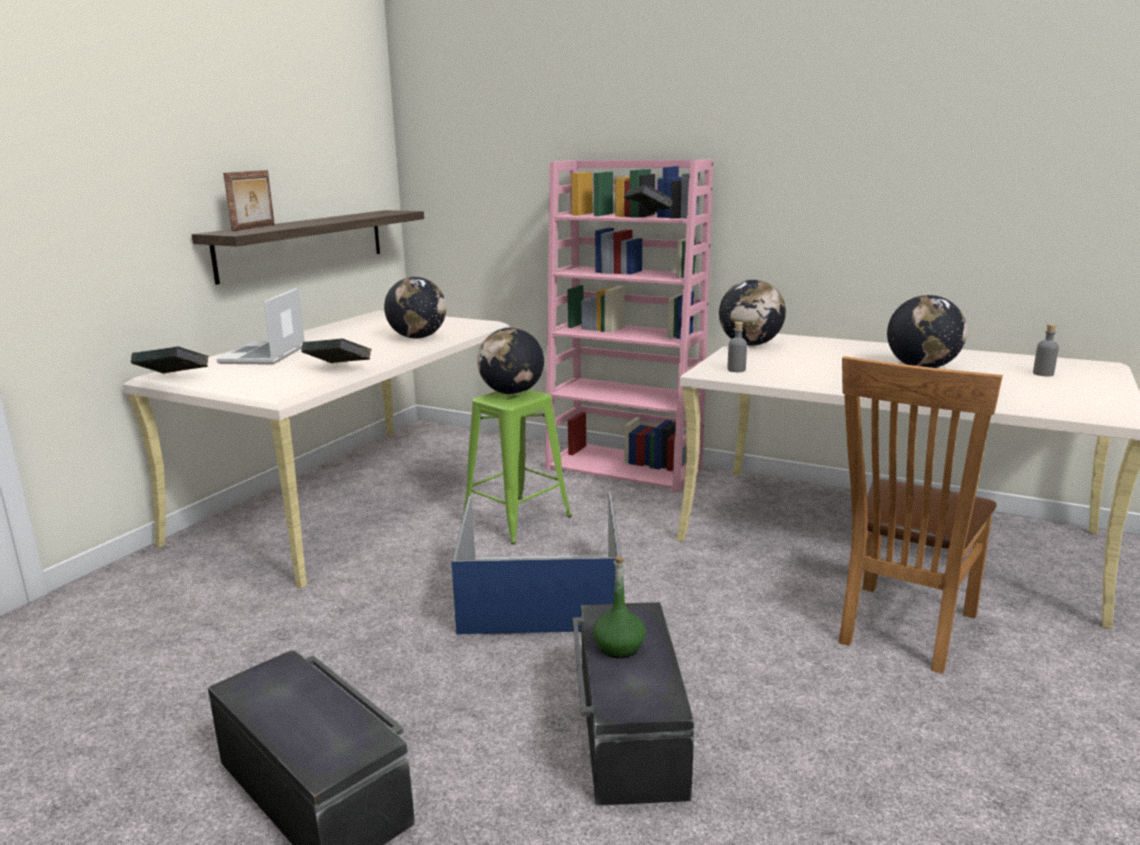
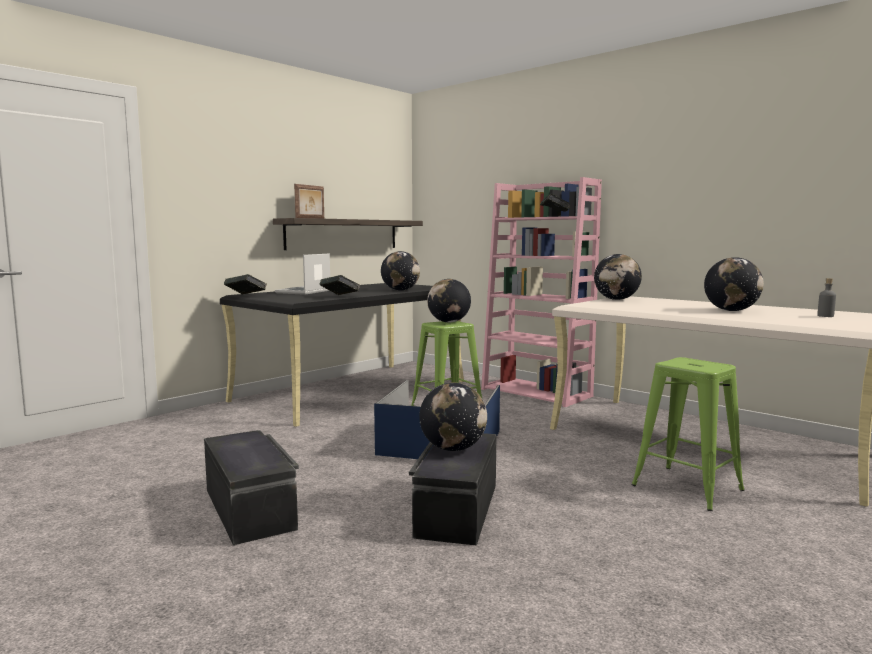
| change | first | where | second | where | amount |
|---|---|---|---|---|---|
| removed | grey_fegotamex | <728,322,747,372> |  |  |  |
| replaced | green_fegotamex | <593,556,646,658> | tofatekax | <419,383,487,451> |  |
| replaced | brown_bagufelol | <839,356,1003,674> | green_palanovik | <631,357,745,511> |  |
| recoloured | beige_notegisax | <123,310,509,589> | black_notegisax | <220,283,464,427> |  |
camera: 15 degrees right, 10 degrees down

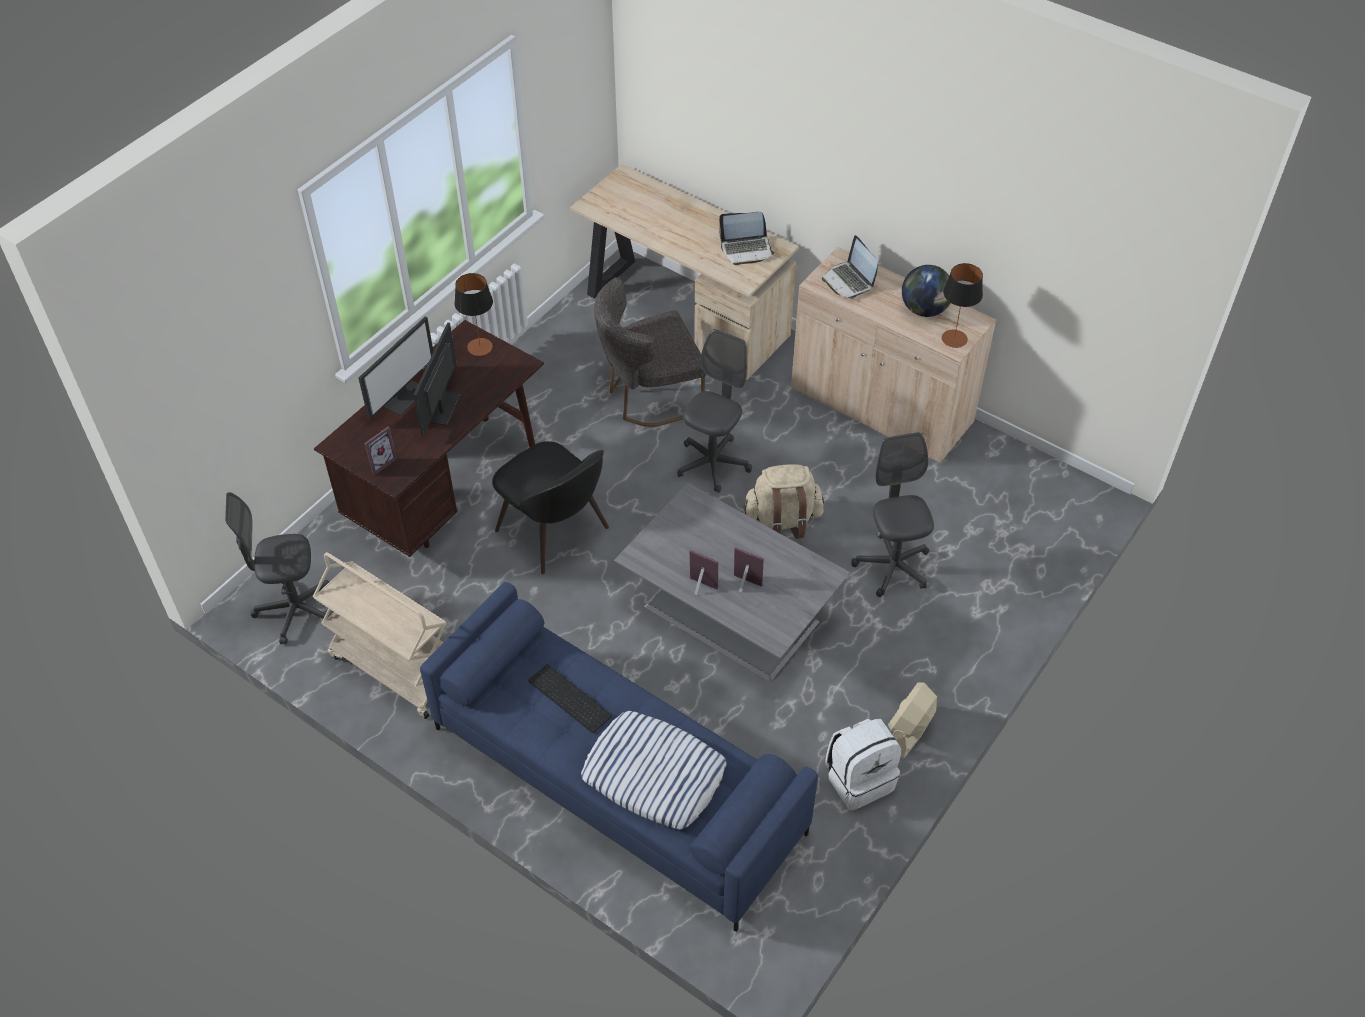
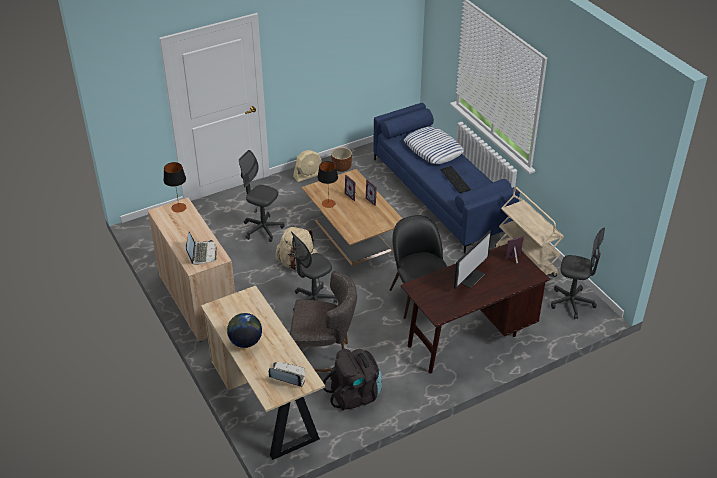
| change | first | where | second | where | amount |
|---|---|---|---|---|---|
| removed | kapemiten | <359,316,433,419> |  |  |  |
| added |  |  | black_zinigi | <323,349,382,411> |  |
| moved | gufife | <455,273,493,356> |  | <317,161,338,208> |  |
| moved | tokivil | <719,212,775,265> |  | <269,362,305,387> |  |
| moved | tofatekax | <902,265,951,317> |  | <227,313,262,348> |  |
| replaced | white_zinigi | <825,719,901,810> | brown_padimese | <331,147,352,172> |  |
| recoloured | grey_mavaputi | <614,483,850,682> | brown_mavaputi | <302,169,403,266> |  |
| turned | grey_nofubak | <851,432,934,597> |  | <239,150,285,242> | 105 degrees clockwise |
camera: 155 degrees left, 10 degrees down

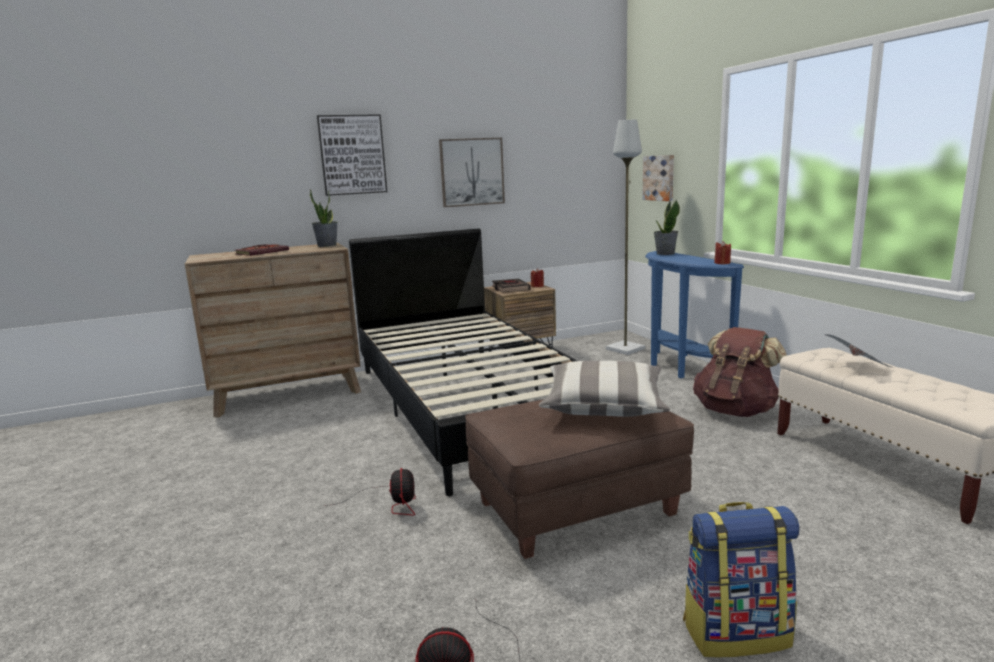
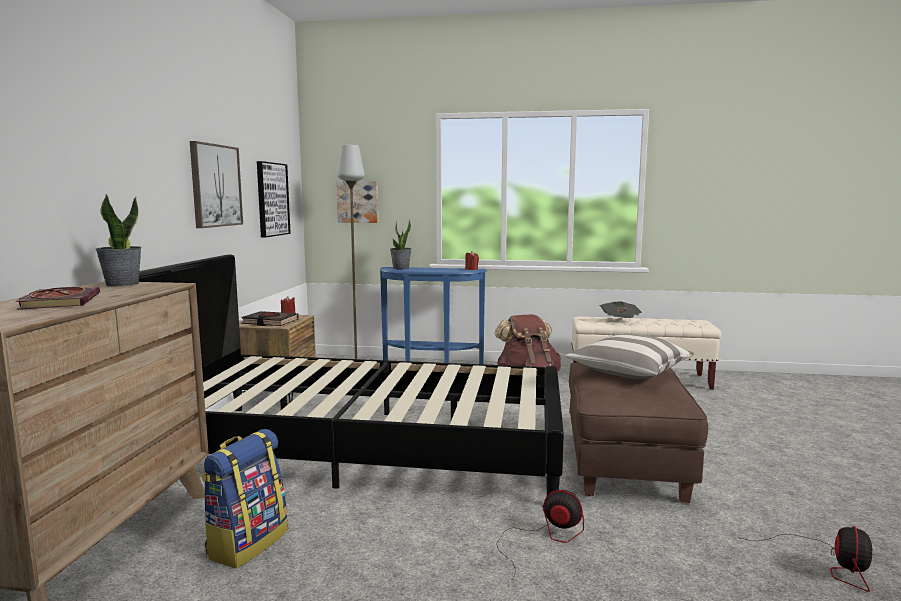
| change | first | where | second | where | amount |
|---|---|---|---|---|---|
| moved | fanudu | <317,114,387,196> |  | <257,161,291,237> |  |
| moved | zinigi | <683,502,799,658> |  | <201,429,288,568> |  |
camera: 60 degrees left, 5 degrees down

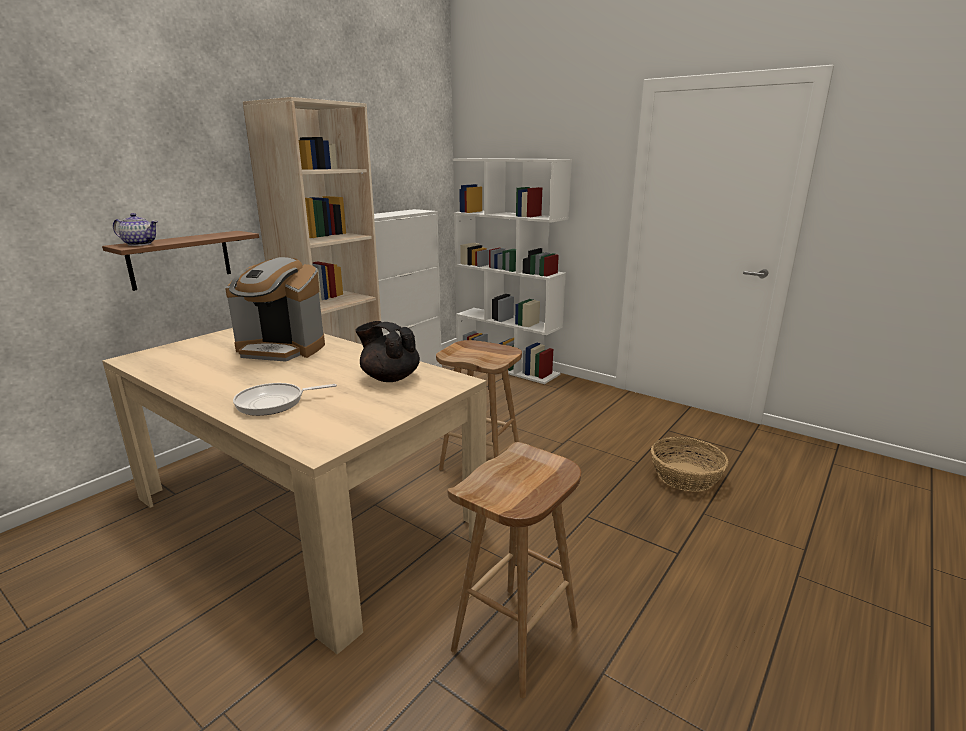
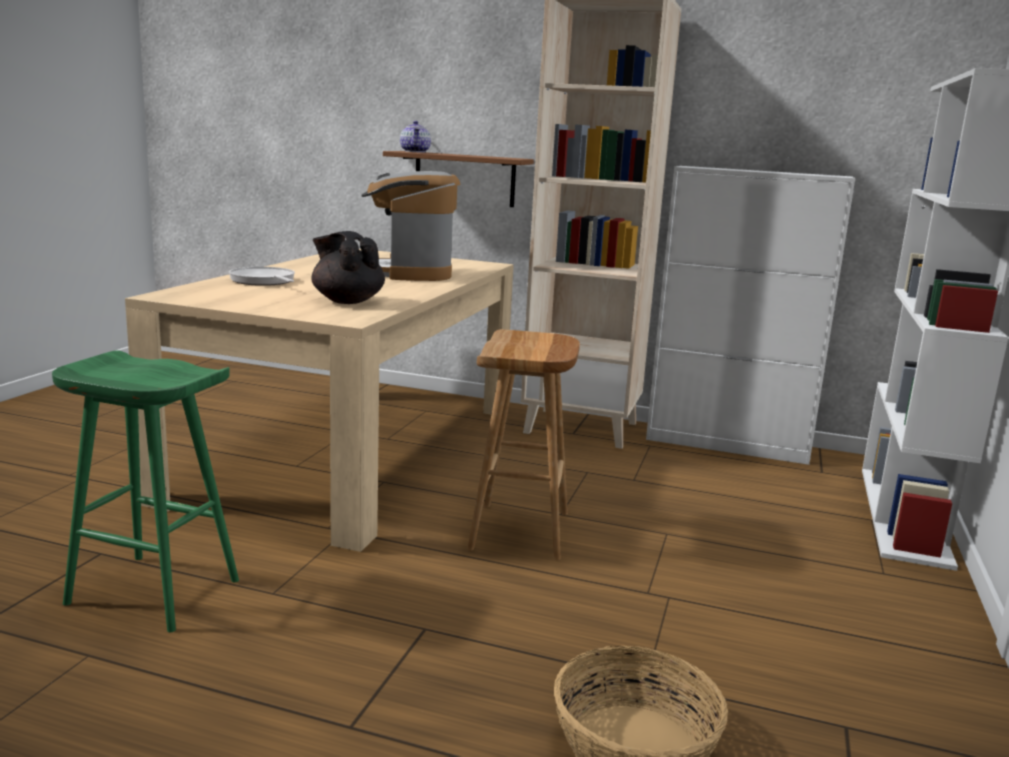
| change | first | where | second | where | amount |
|---|---|---|---|---|---|
| recoloured | brown_palanovik | <448,442,581,698> | green_palanovik | <52,350,239,633> |  |
| turned | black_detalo | <355,321,420,382> |  | <311,231,385,304> | 60 degrees counterclockwise |
camera: 70 degrees right, 5 degrees down

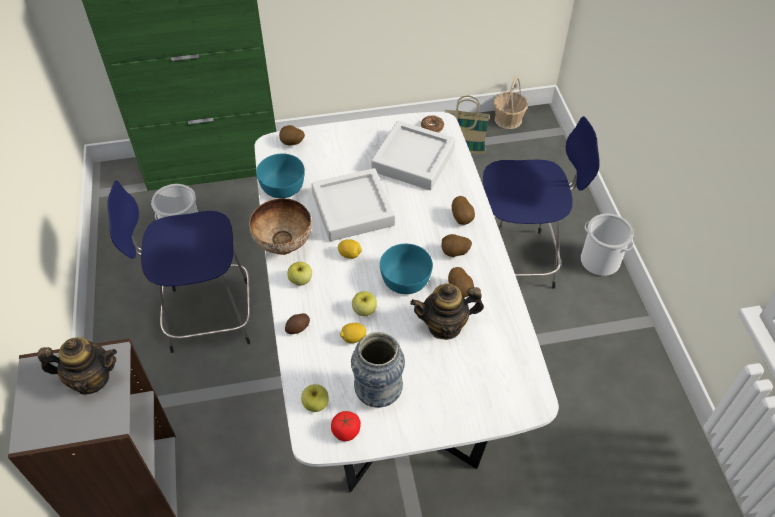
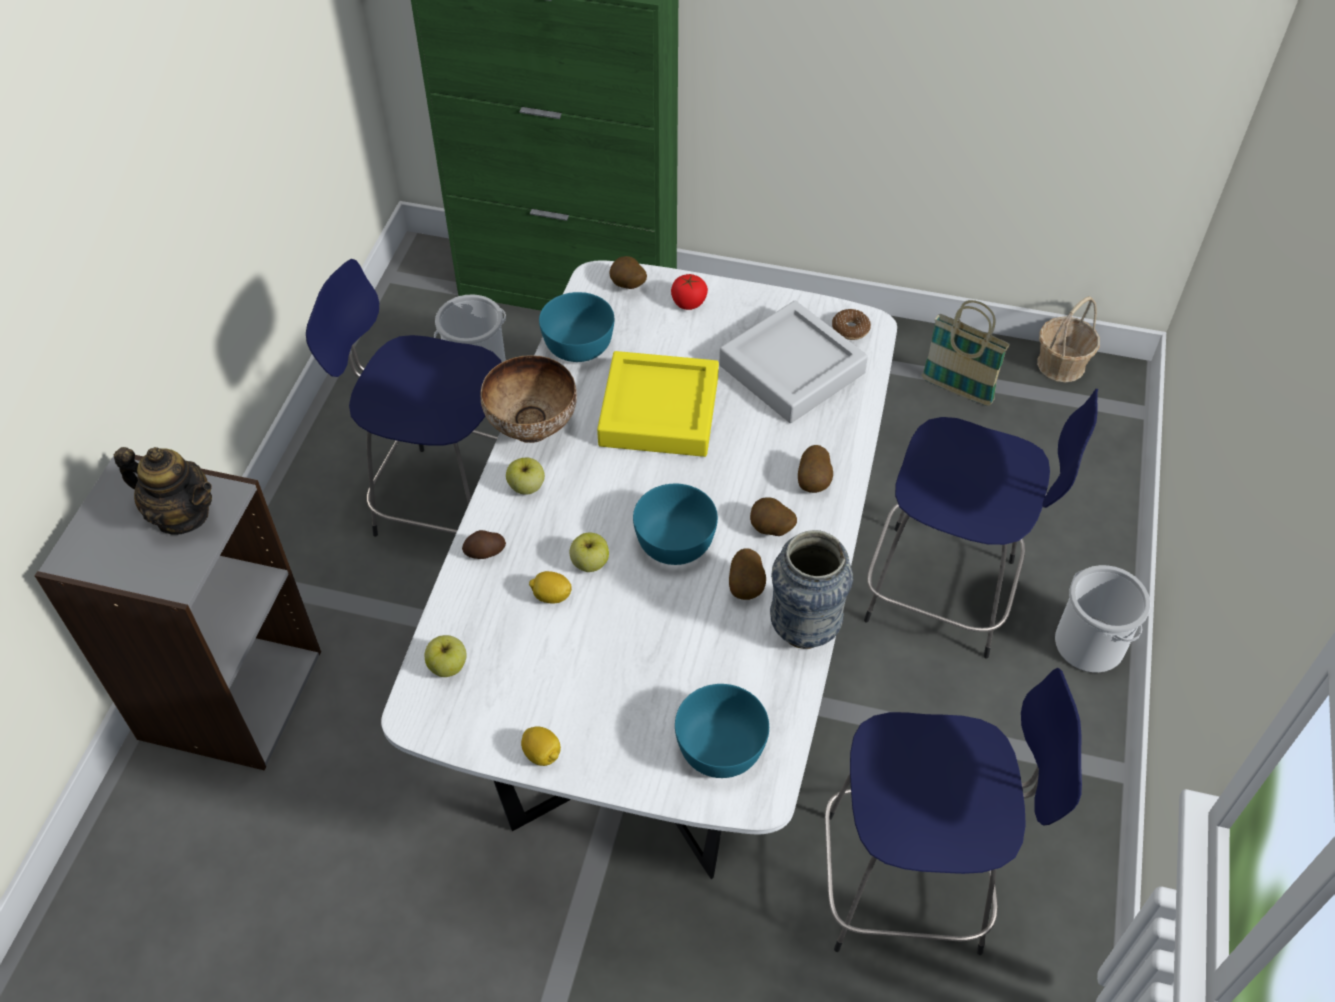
| change | first | where | second | where | amount |
|---|---|---|---|---|---|
| removed | detalo | <410,283,484,340> |  |  |  |
| added |  |  | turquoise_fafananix | <675,684,769,778> |  |
| added |  |  | blue_palanovik | <825,668,1082,955> |  |
| moved | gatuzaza | <331,411,361,441> |  | <671,274,708,310> |  |
| moved | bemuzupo | <338,239,362,259> |  | <521,726,561,766> |  |
| moved | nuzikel | <351,332,405,408> |  | <770,530,853,649> |  |
| recoloured | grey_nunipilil | <311,168,395,241> | yellow_nunipilil | <597,351,719,457> |  |
camera: 25 degrees right, 0 degrees up

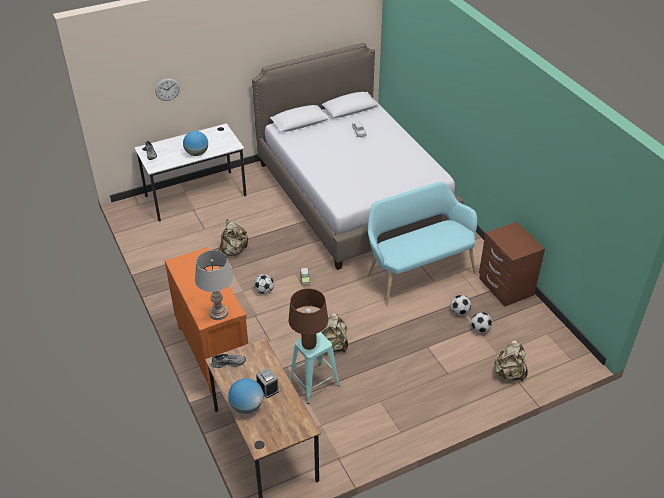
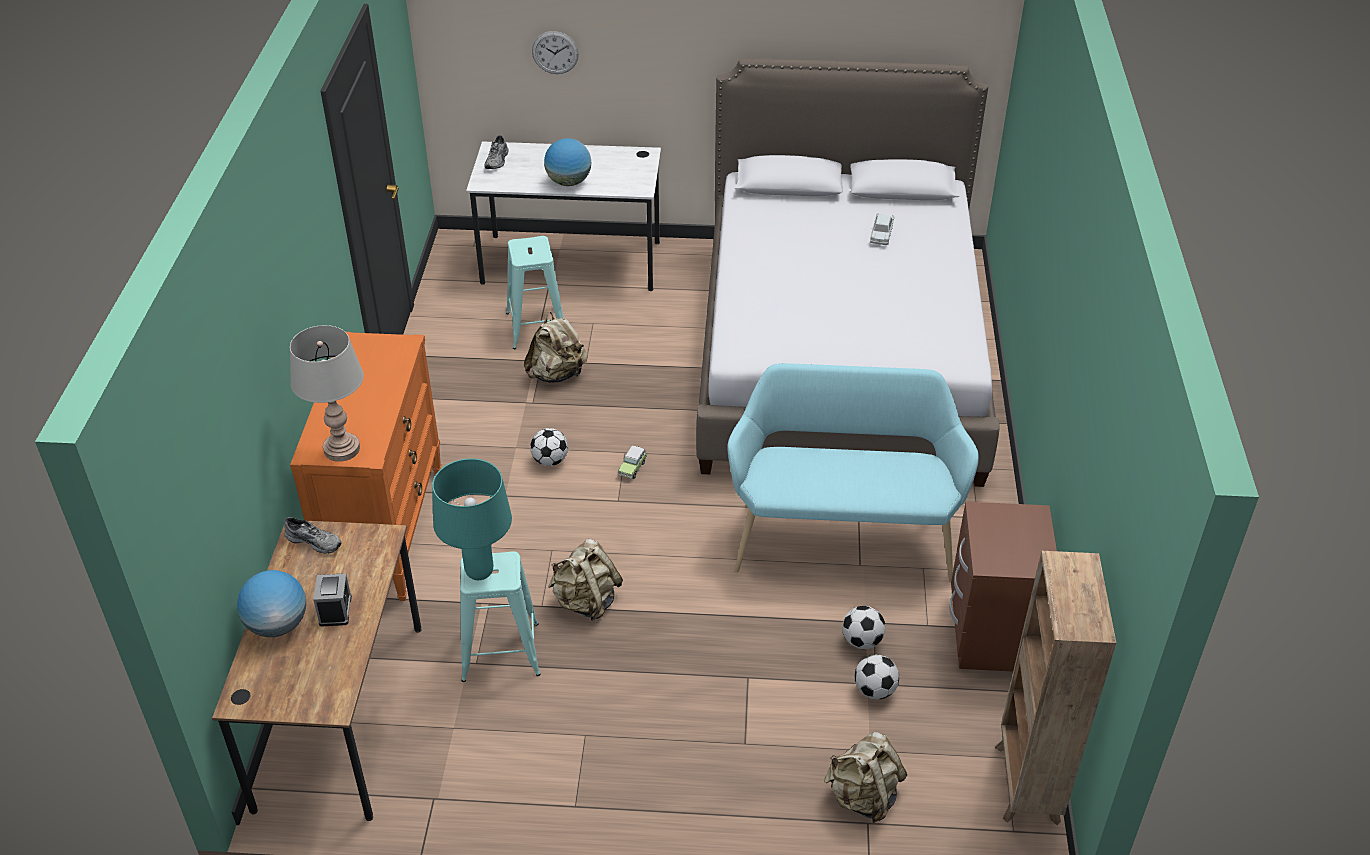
| change | first | where | second | where | amount |
|---|---|---|---|---|---|
| added |  |  | turquoise_palanovik | <506,236,563,349> |  |
| added |  |  | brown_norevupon | <995,551,1116,825> |  |
| recoloured | brown_gufife | <289,288,328,350> | turquoise_gufife | <432,458,512,580> |  |
camera: 30 degrees right, 0 degrees up

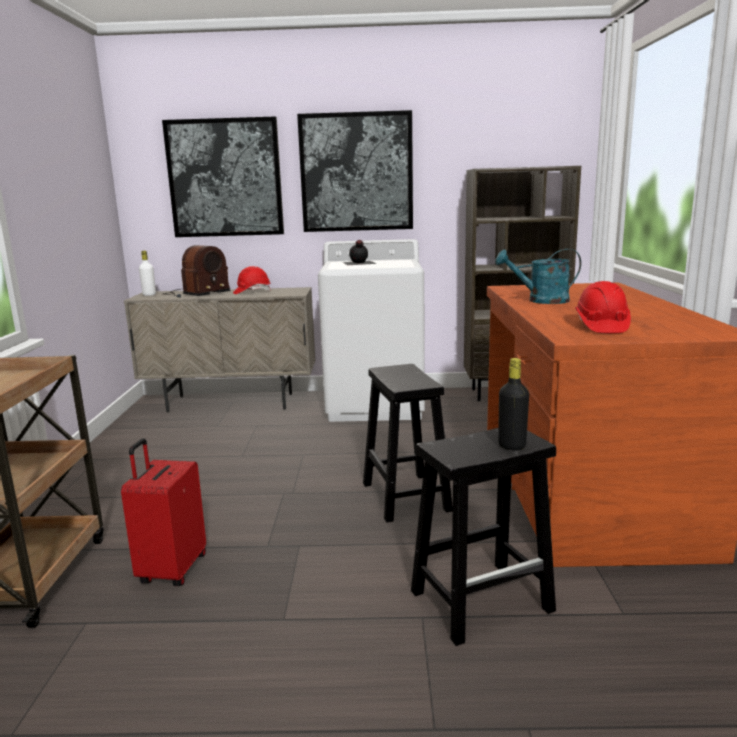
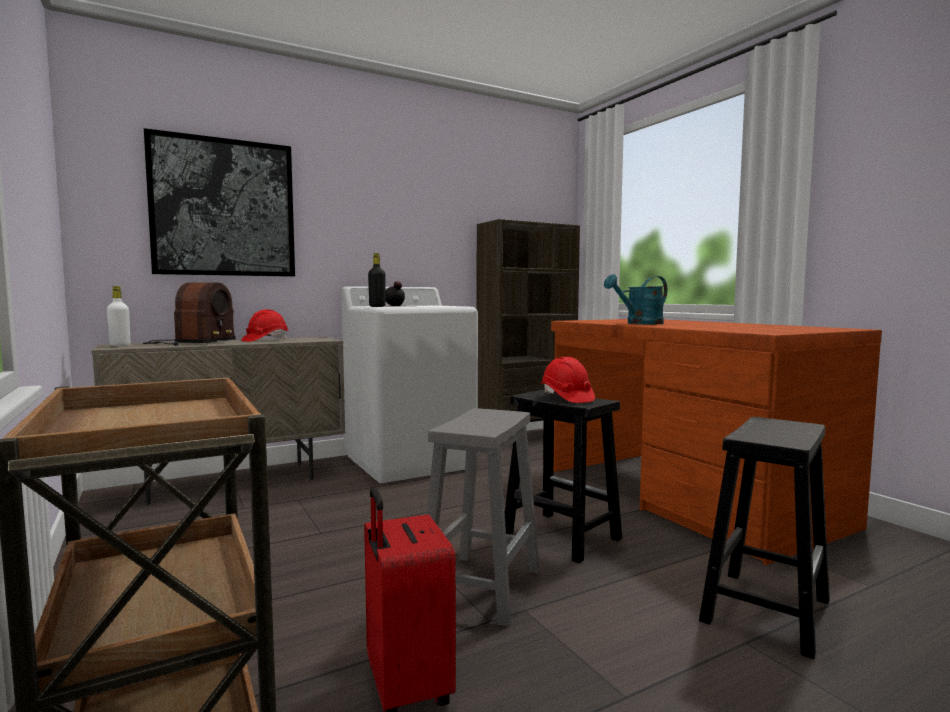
| change | first | where | second | where | amount |
|---|---|---|---|---|---|
| removed | fanudu | <297,110,413,232> |  |  |  |
| added |  |  | grey_palanovik | <426,408,540,627> |  |
| moved | black_fegotamex | <498,358,529,450> |  | <368,253,385,307> |  |
| moved | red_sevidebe | <575,281,631,333> |  | <541,357,595,403> |  |
camera: 30 degrees left, 10 degrees down

